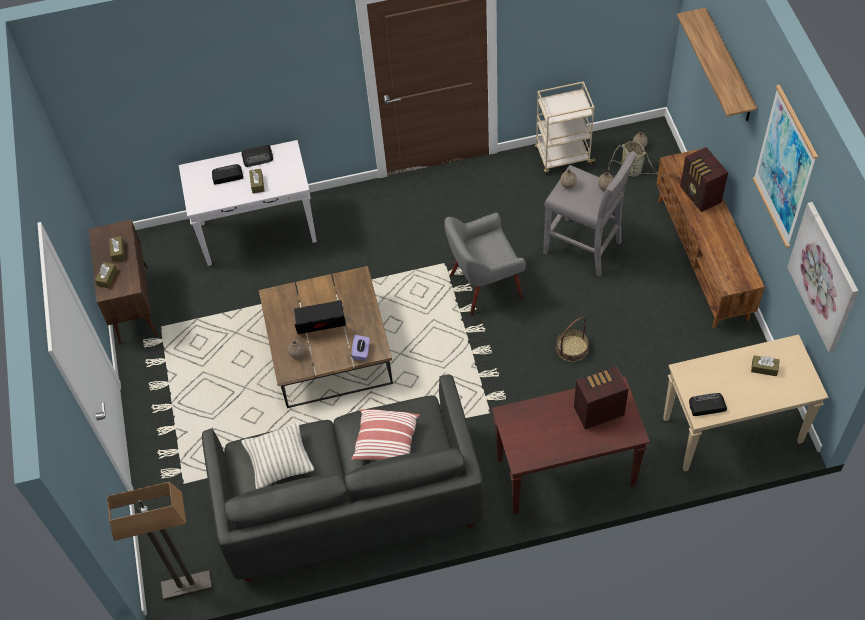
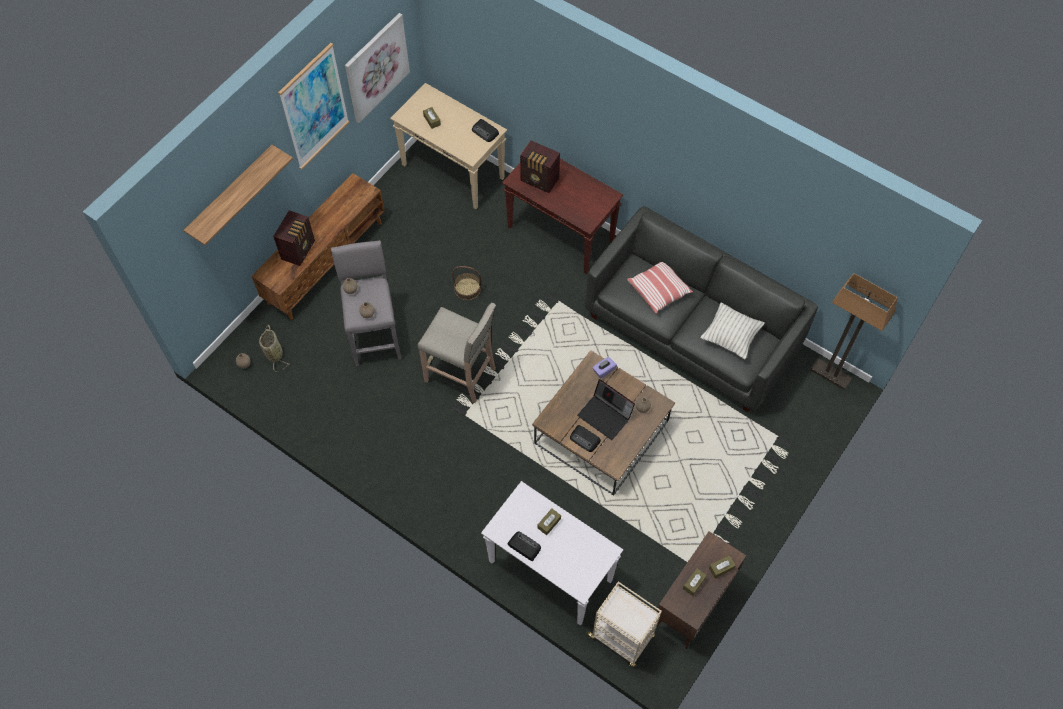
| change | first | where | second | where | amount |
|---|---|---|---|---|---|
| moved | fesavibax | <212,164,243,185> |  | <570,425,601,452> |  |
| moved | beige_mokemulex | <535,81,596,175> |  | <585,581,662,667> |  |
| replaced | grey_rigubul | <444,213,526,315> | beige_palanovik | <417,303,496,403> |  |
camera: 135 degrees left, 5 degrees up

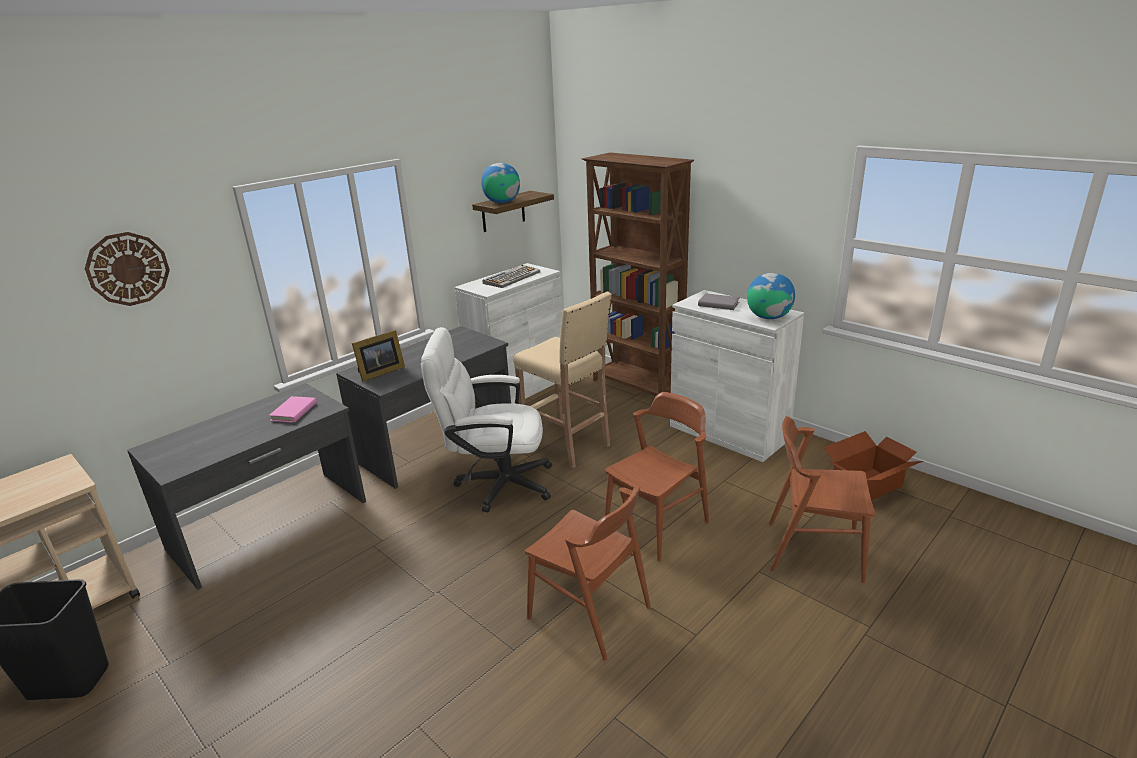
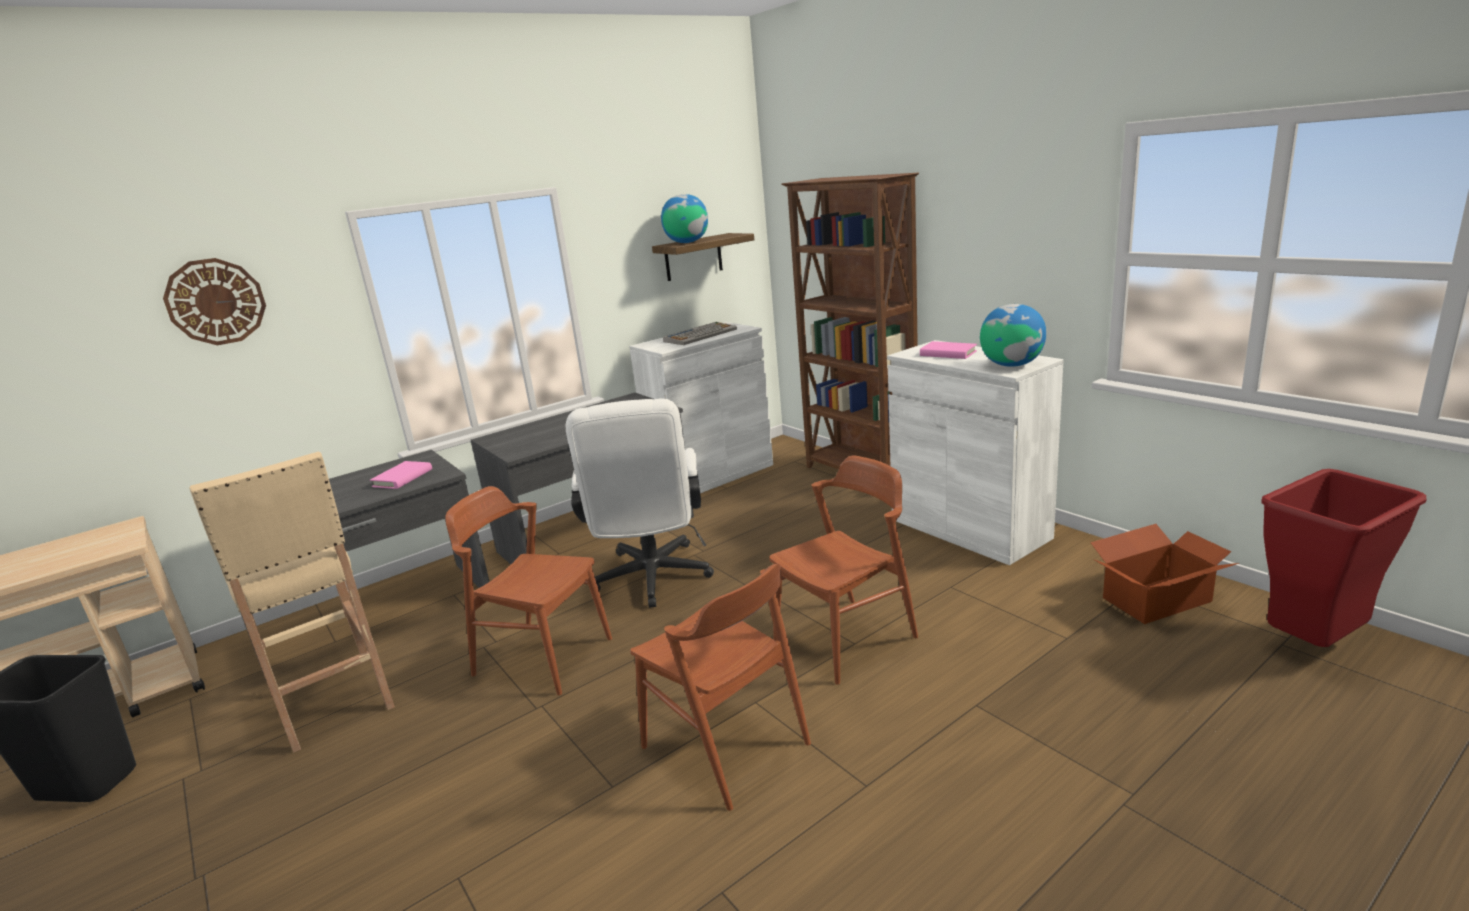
| change | first | where | second | where | amount |
|---|---|---|---|---|---|
| removed | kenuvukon | <352,330,405,382> |  |  |  |
| added |  |  | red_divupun | <1261,469,1427,647> |  |
| moved | beige_palanovik | <513,292,612,468> |  | <190,452,395,753> |  |
| moved | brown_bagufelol | <769,416,876,583> |  | <445,486,612,695> |  |
| recoloured | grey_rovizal | <698,293,740,310> | pink_rovizal | <920,341,977,359> |  |
| turned | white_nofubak | <421,327,552,512> |  | <566,398,714,608> | 105 degrees counterclockwise |
camera: 10 degrees right, 5 degrees down

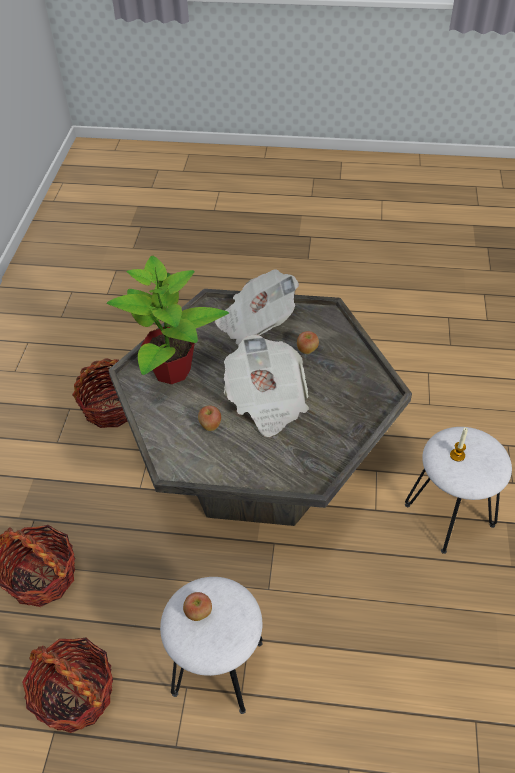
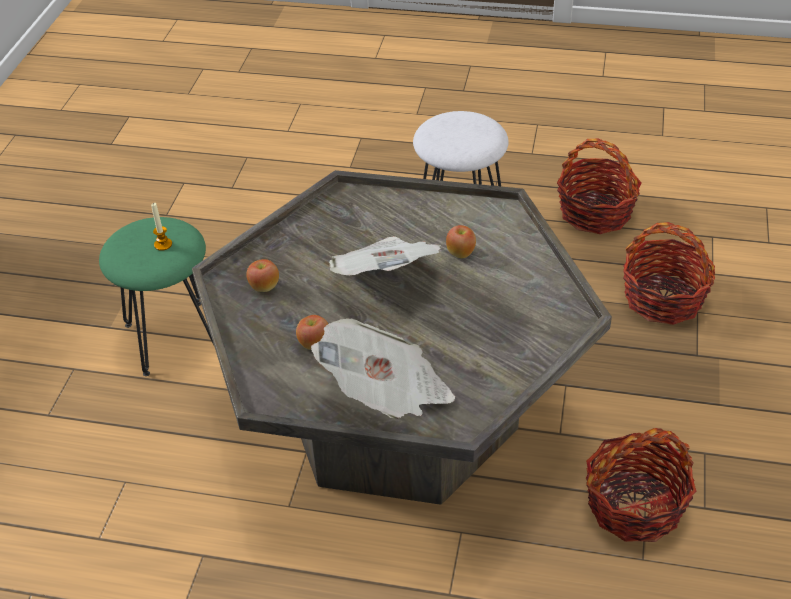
| change | first | where | second | where | amount |
|---|---|---|---|---|---|
| removed | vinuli | <107,255,229,384> |  |  |  |
| moved | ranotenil | <183,592,212,621> |  | <246,259,279,292> |  |
| recoloured | white_palanovik | <405,427,512,554> | green_palanovik | <99,217,214,376> |  |
camera: 175 degrees left, 5 degrees down

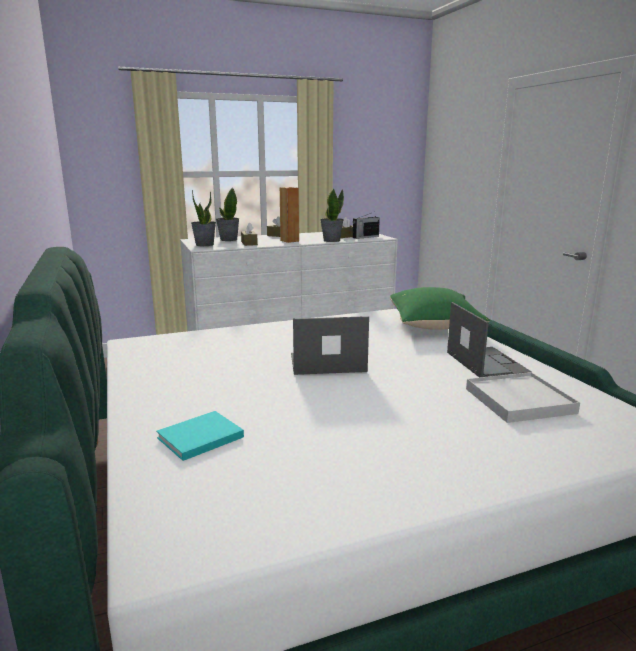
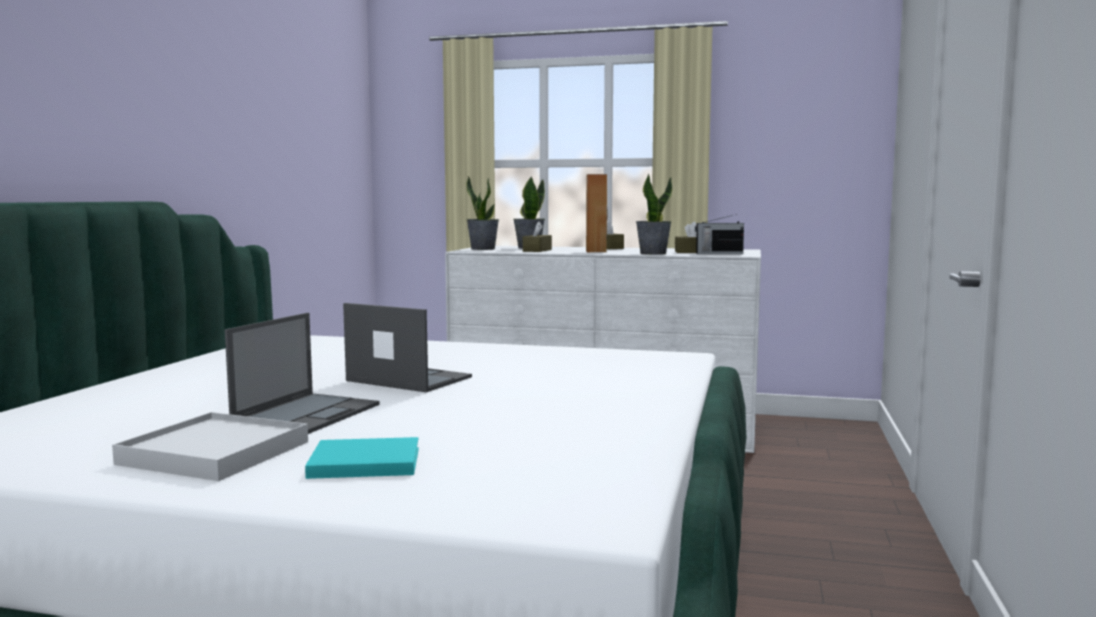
| change | first | where | second | where | amount |
|---|---|---|---|---|---|
| removed | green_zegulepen | <390,287,490,330> |  |  |  |
| moved | turquoise_rovizal | <156,411,244,461> |  | <305,437,419,479> |  |
| moved | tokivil | <447,302,532,378> |  | <225,313,380,434> |  |
| moved | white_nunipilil | <466,372,580,423> |  | <112,412,308,481> |  |
camera: 35 degrees right, 10 degrees down

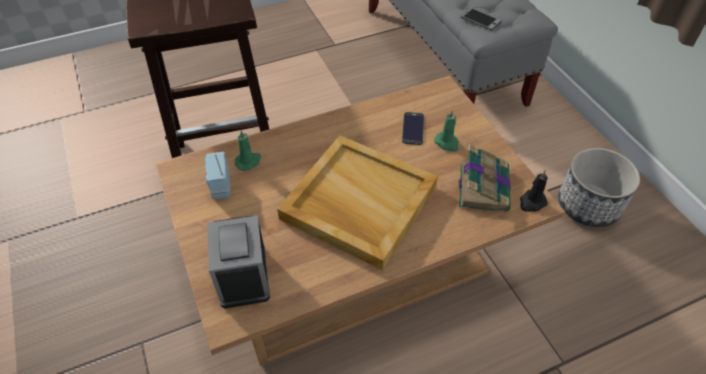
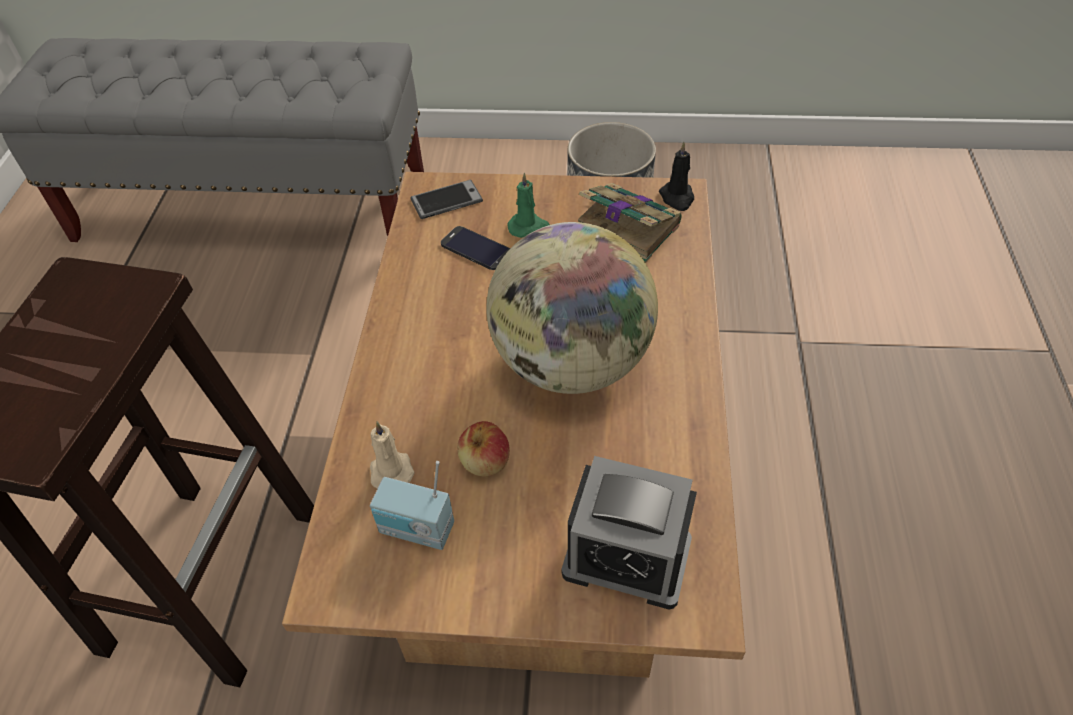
| change | first | where | second | where | amount |
|---|---|---|---|---|---|
| added |  |  | ranotenil | <457,421,510,476> |  |
| moved | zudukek | <461,8,502,31> |  | <410,180,483,219> |  |
| replaced | beige_nunipilil | <277,135,438,270> | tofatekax | <486,222,658,394> |  |
| recoloured | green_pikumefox | <235,129,261,171> | beige_pikumefox | <370,421,415,489> |  |
camera: 60 degrees left, 0 degrees up

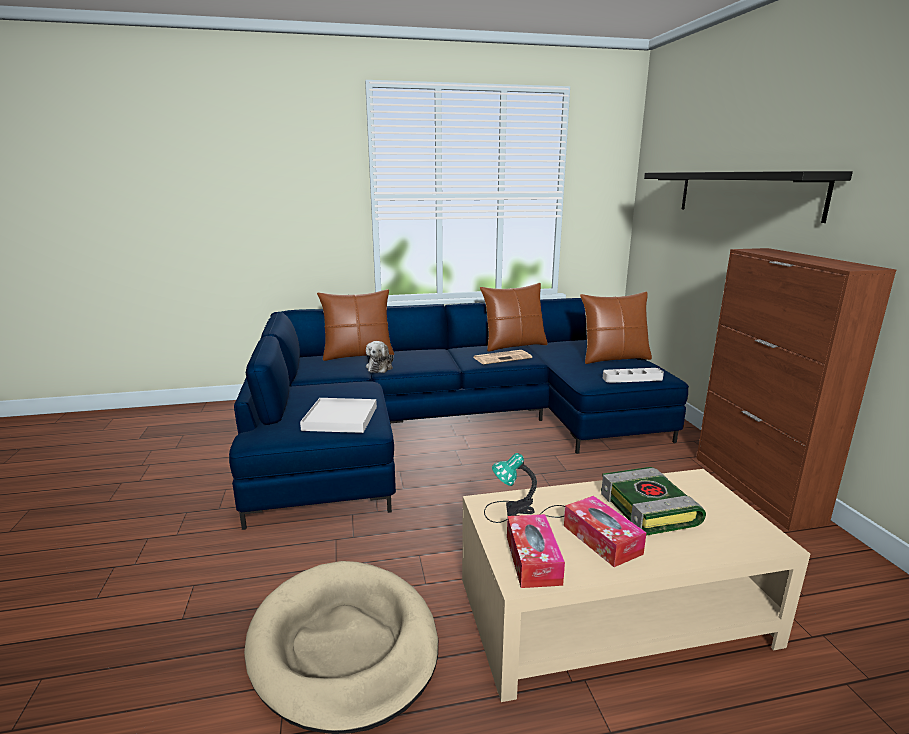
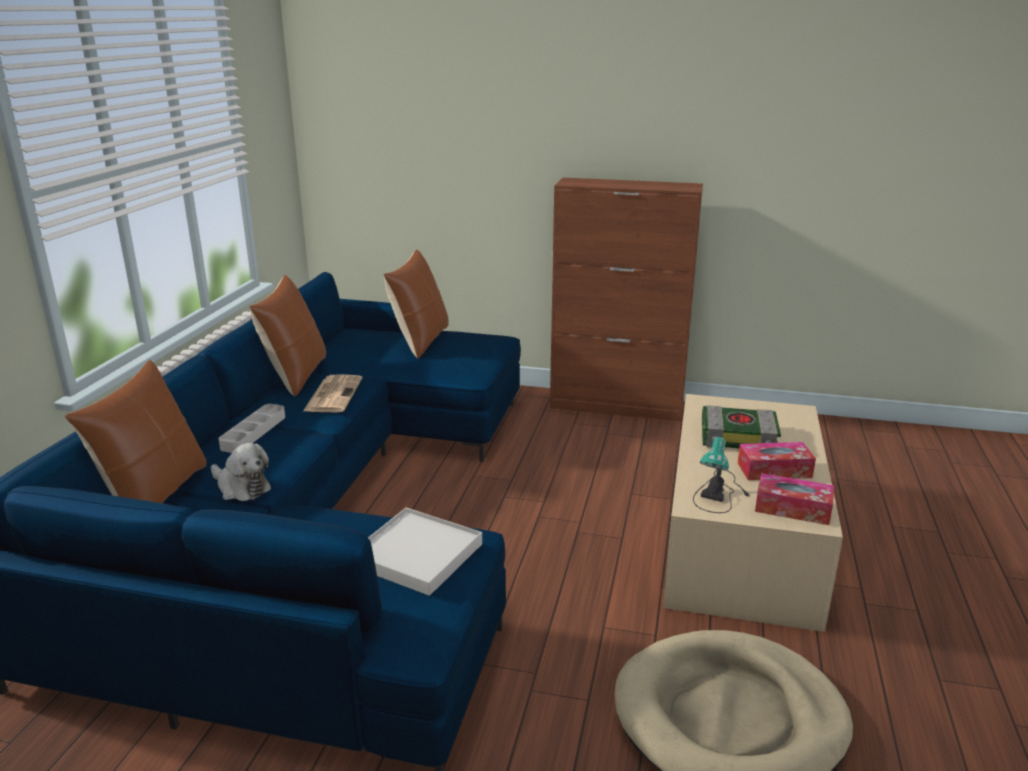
| change | first | where | second | where | amount |
|---|---|---|---|---|---|
| removed | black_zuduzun | <644,171,853,223> |  |  |  |
| moved | grey_nunipilil | <603,368,664,383> |  | <218,404,285,453> |  |
camera: 65 degrees left, 5 degrees up

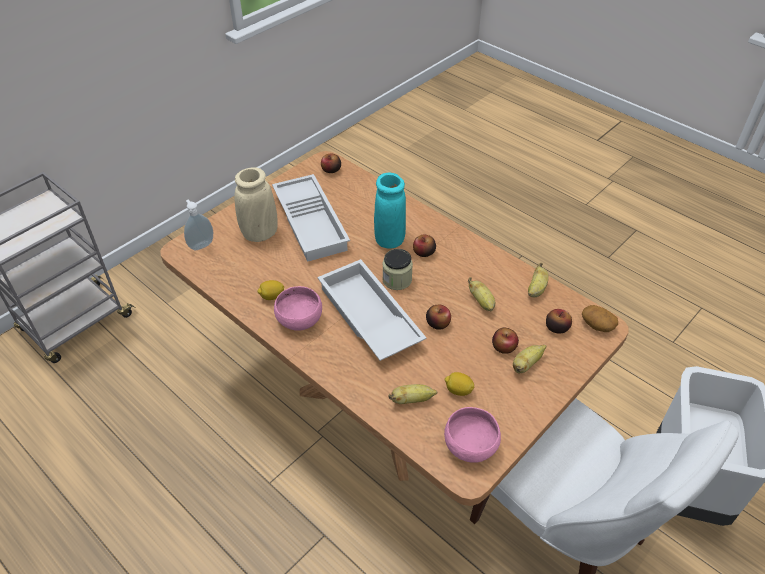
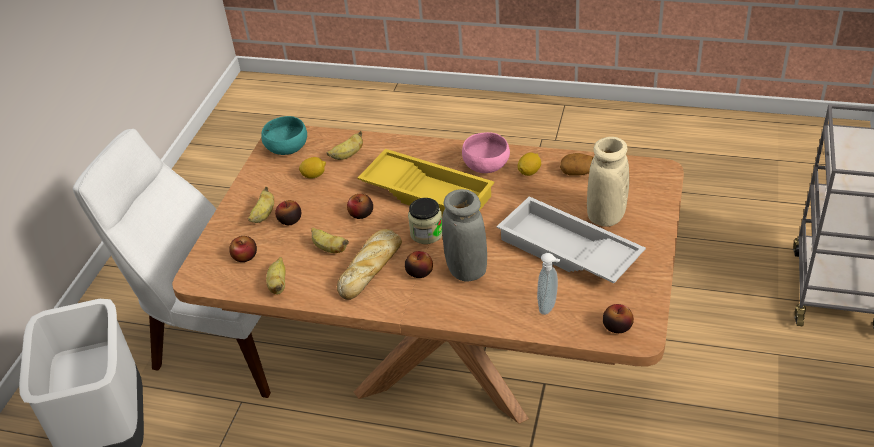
| change | first | where | second | where | amount |
|---|---|---|---|---|---|
| added |  |  | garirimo | <337,229,402,300> |  |
| moved | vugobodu | <184,200,213,250> |  | <537,253,561,315> |  |
| moved | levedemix | <582,305,618,332> |  | <560,153,593,176> |  |
| recoloured | white_nunipilil | <317,259,427,361> | yellow_nunipilil | <358,149,494,215> |  |
| recoloured | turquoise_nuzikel | <374,173,406,249> | grey_nuzikel | <442,189,487,282> |  |
| recoloured | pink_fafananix | <444,407,501,463> | turquoise_fafananix | <261,116,307,155> |  |
camera: 155 degrees right, 5 degrees down

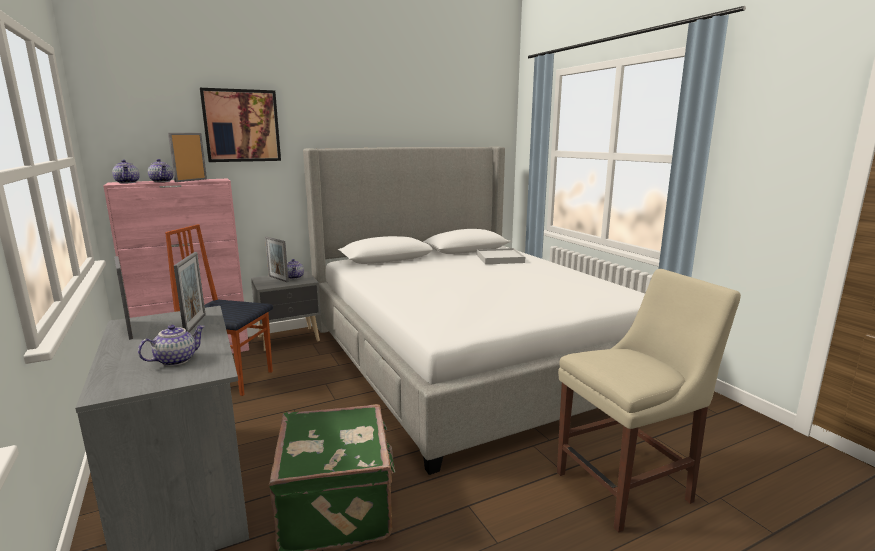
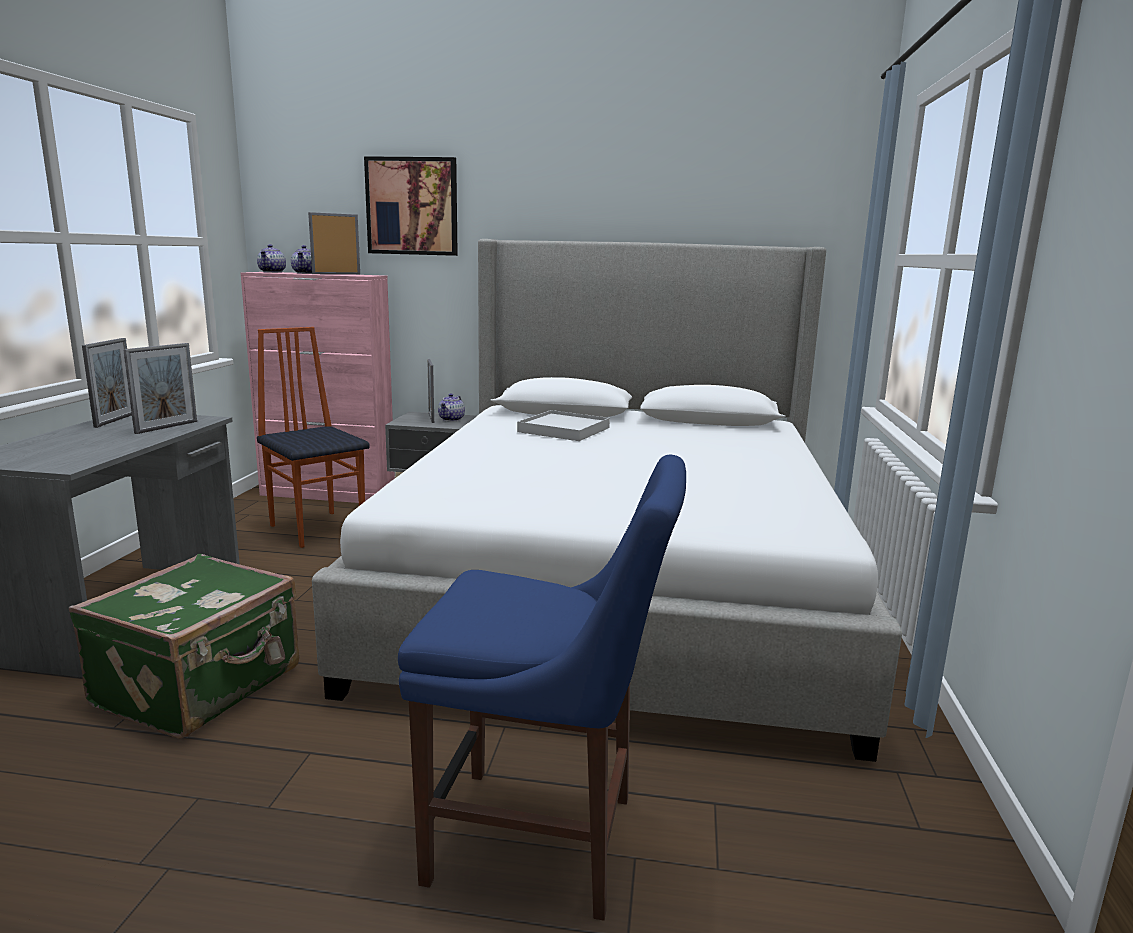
| change | first | where | second | where | amount |
|---|---|---|---|---|---|
| removed | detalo | <138,325,205,366> |  |  |  |
| moved | white_nunipilil | <477,248,525,264> |  | <517,410,610,441> |  |
| recoloured | beige_bagufelol | <557,269,741,533> | blue_bagufelol | <398,455,686,921> |  |
camera: 35 degrees right, 0 degrees up

